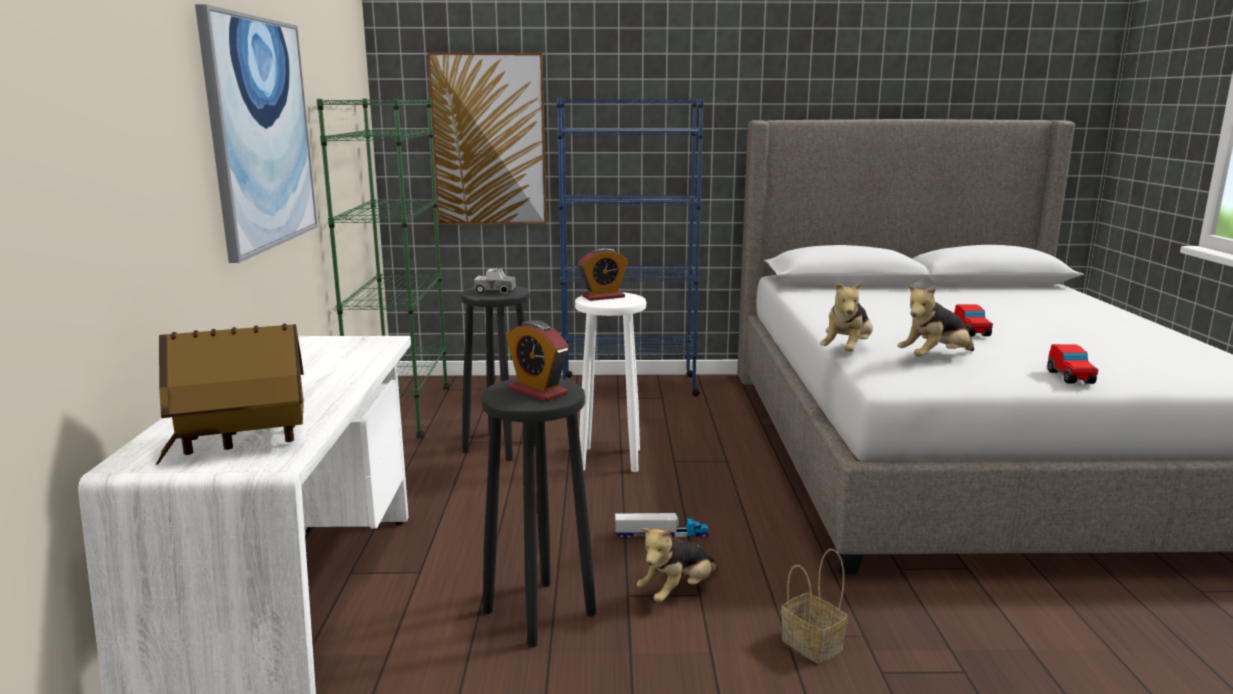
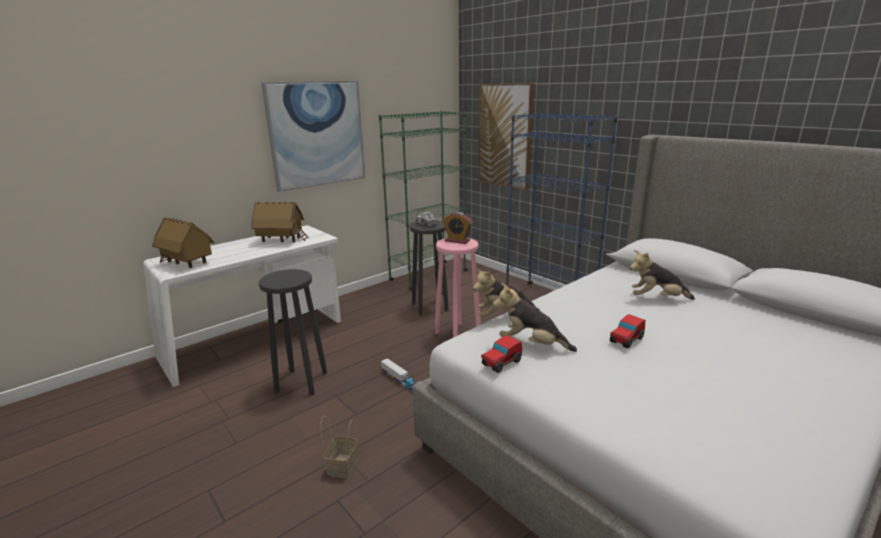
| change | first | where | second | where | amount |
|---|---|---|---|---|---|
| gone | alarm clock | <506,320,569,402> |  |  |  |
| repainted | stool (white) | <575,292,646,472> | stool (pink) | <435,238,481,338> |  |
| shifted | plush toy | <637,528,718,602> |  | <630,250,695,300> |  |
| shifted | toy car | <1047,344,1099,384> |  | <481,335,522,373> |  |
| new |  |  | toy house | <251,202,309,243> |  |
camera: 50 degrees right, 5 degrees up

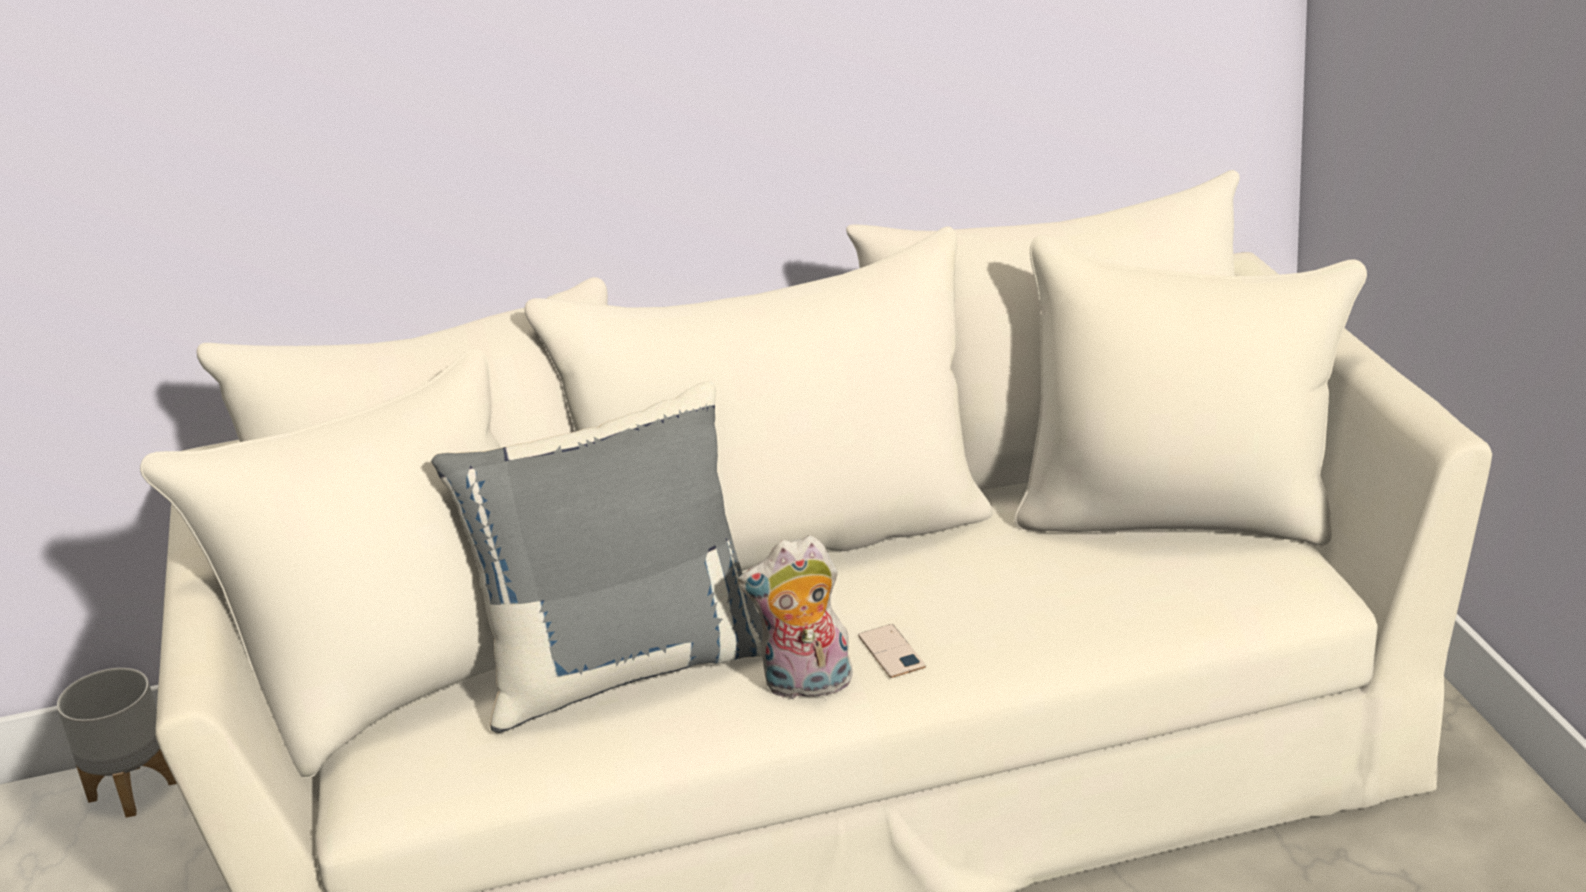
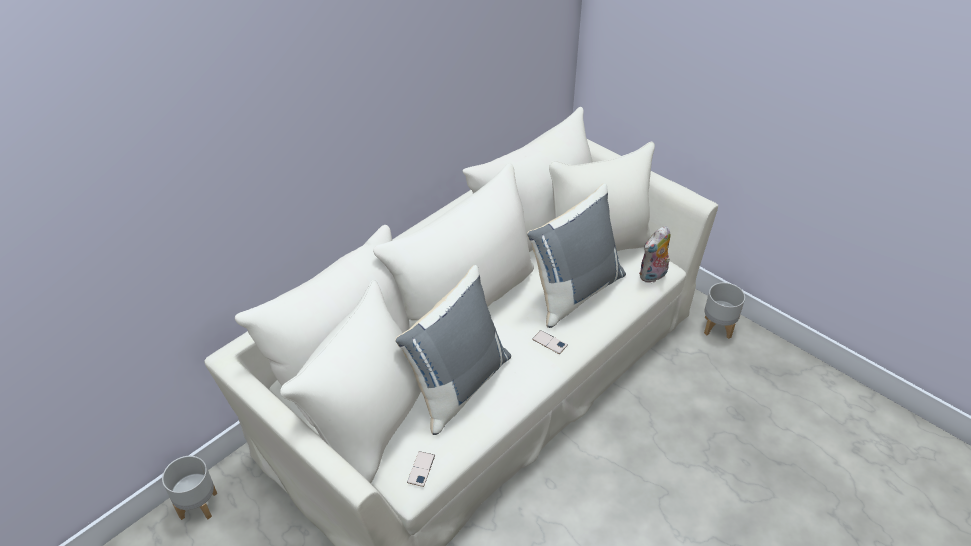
| change | first | where | second | where | amount |
|---|---|---|---|---|---|
| shifted | plush toy | <738,535,853,701> |  | <639,226,673,283> |  |
| new |  |  | phone | <407,451,435,487> |  |
| new |  |  | pillow (grey) | <527,183,626,328> |  |
| new |  |  | planter (grey) | <704,282,745,339> |  |
camera: 35 degrees left, 15 degrees up

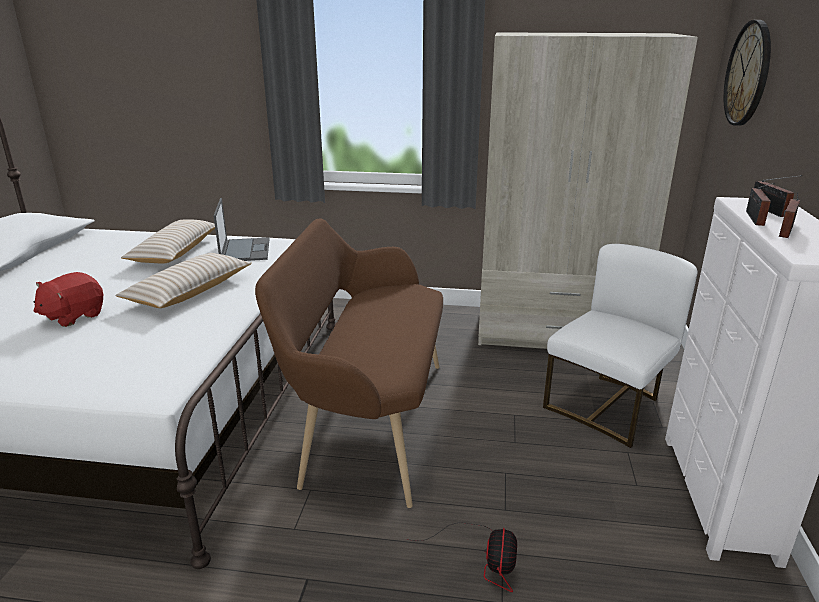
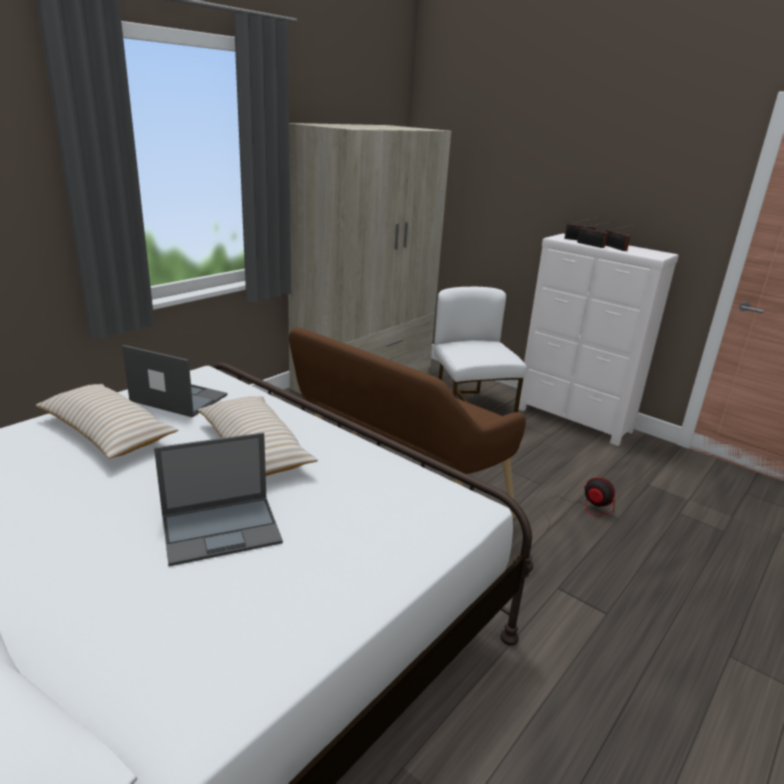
| change | first | where | second | where | amount |
|---|---|---|---|---|---|
| swapped | plush toy (red) | <34,272,103,327> | laptop | <154,432,283,566> |  |
| gone | wall clock | <724,20,771,126> |  |  |  |
camera: 60 degrees left, 0 degrees up

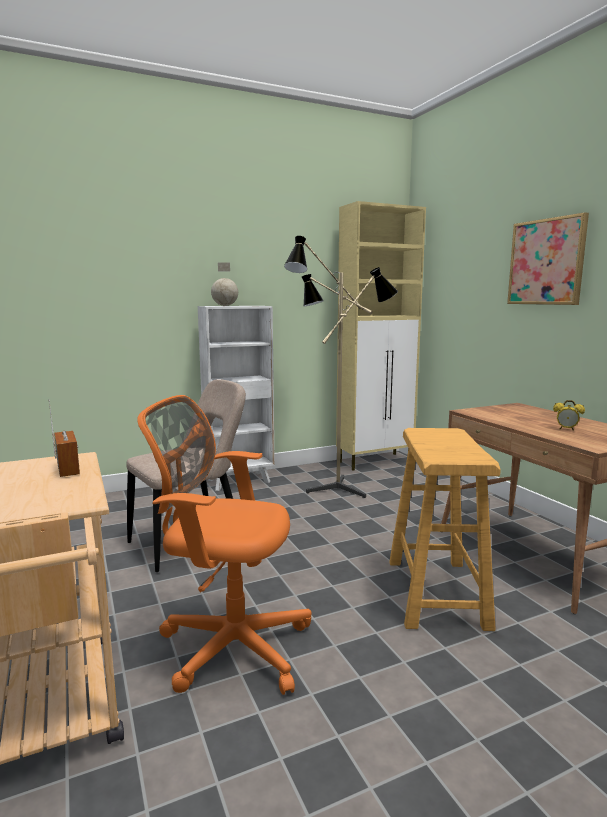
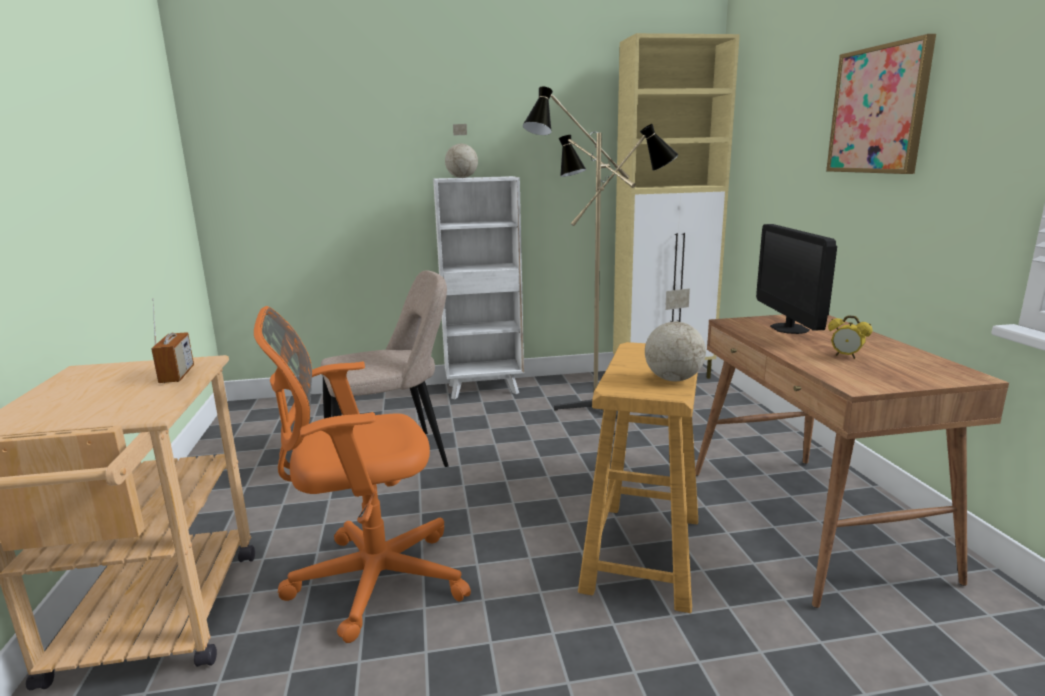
| change | first | where | second | where | amount |
|---|---|---|---|---|---|
| rotated | office chair (orange) | <137,395,311,695> |  | <254,306,471,643> | 45 degrees counterclockwise |
| new |  |  | globe | <645,288,706,381> |  |
| new |  |  | monitor | <756,224,837,334> |  |
camera: 15 degrees right, 5 degrees up

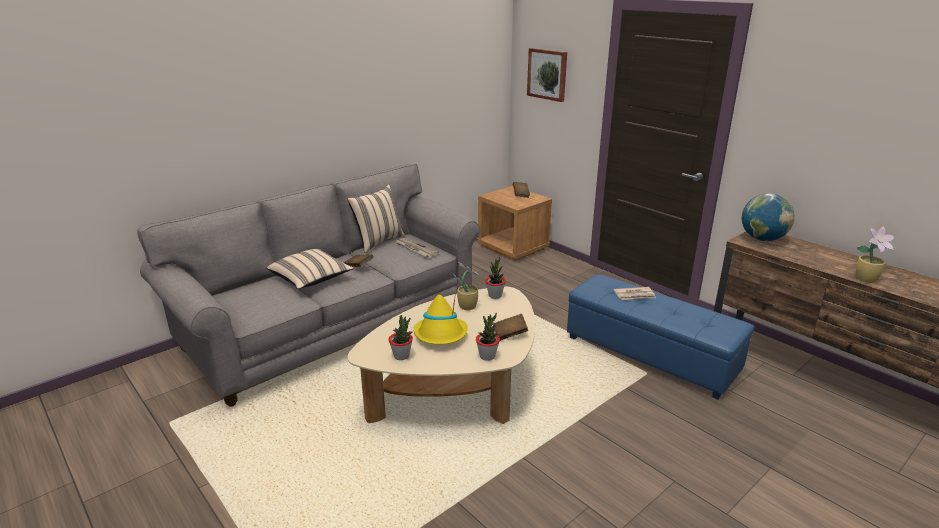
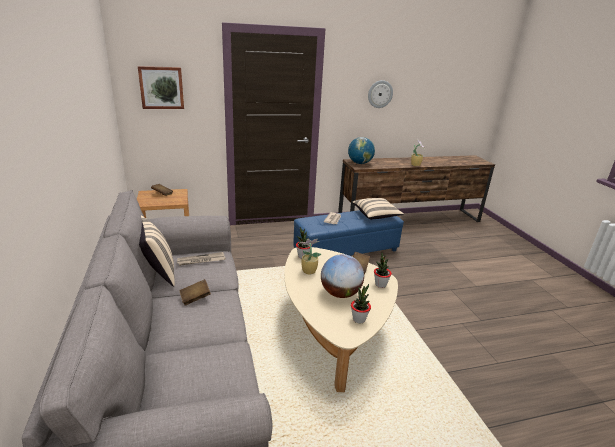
| change | first | where | second | where | amount |
|---|---|---|---|---|---|
| shifted | pillow (beige) | <267,249,354,289> |  | <352,198,404,220> |  |
| swapped | hat (yellow) | <413,291,468,344> | globe | <321,254,364,298> |  |
| new |  |  | wall clock | <368,80,393,108> |  |
camera: 65 degrees left, 0 degrees up

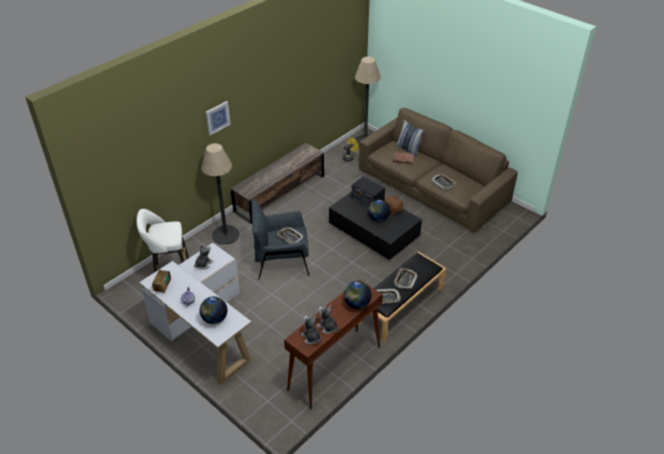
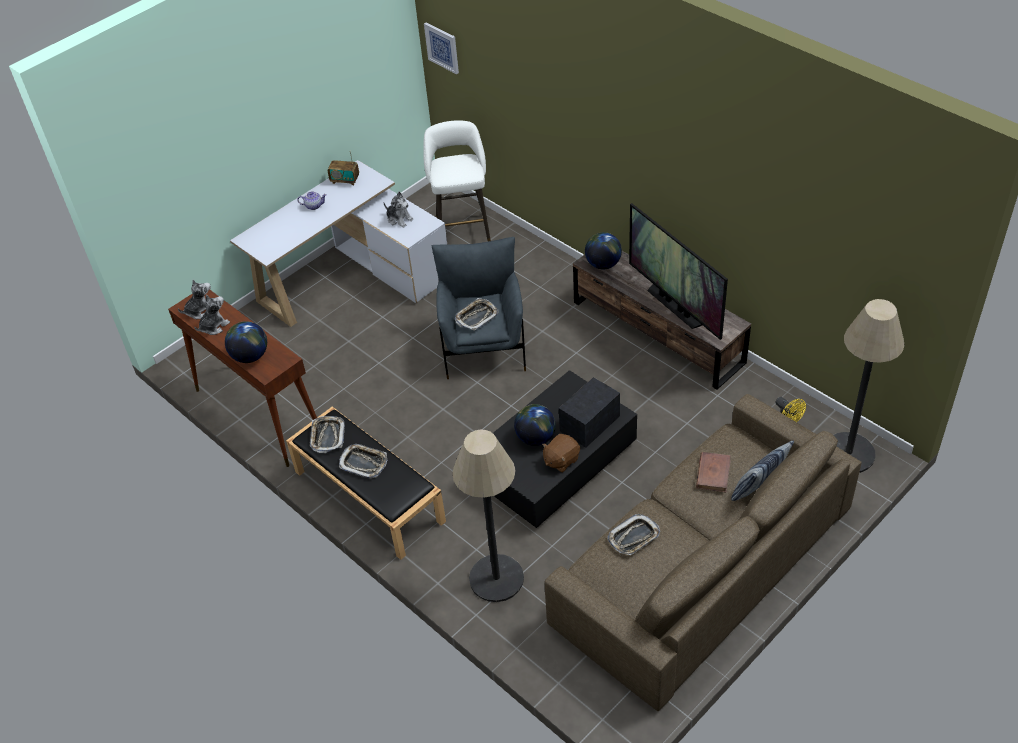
| change | first | where | second | where | amount |
|---|---|---|---|---|---|
| shifted | globe | <200,296,228,324> |  | <585,232,622,269> |  |
| shifted | floor lamp | <201,143,240,245> |  | <452,429,524,602> |  |
| shifted | picture | <206,101,231,135> |  | <424,22,459,74> |  |
| new |  |  | television | <629,203,728,340> |  |
camera: 95 degrees right, 5 degrees up

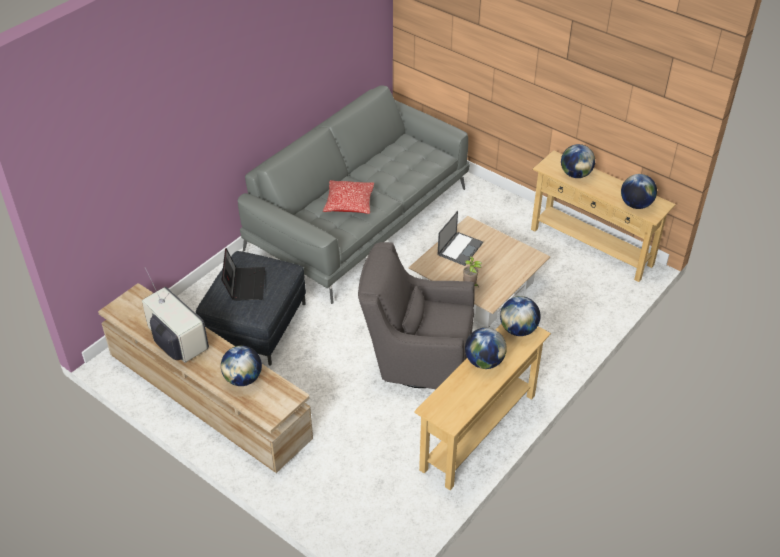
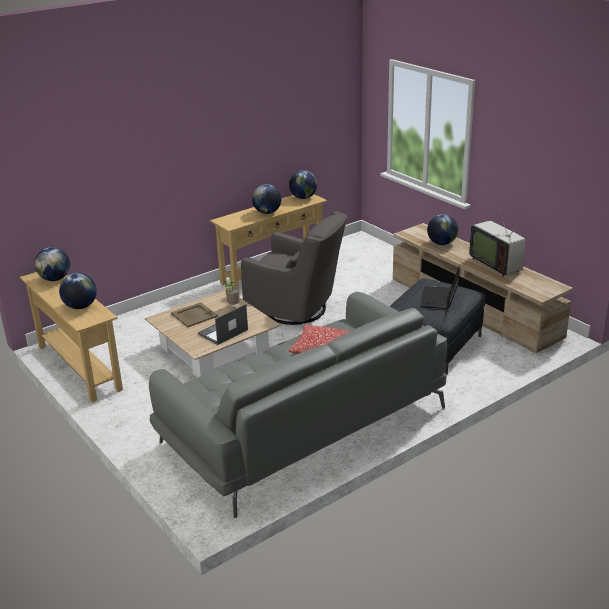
| change | first | where | second | where | amount |
|---|---|---|---|---|---|
| shifted | globe | <500,296,541,336> |  | <289,170,317,199> |  |
| new |  |  | tray (beige) | <171,302,218,327> |  |
camera: 165 degrees left, 15 degrees down

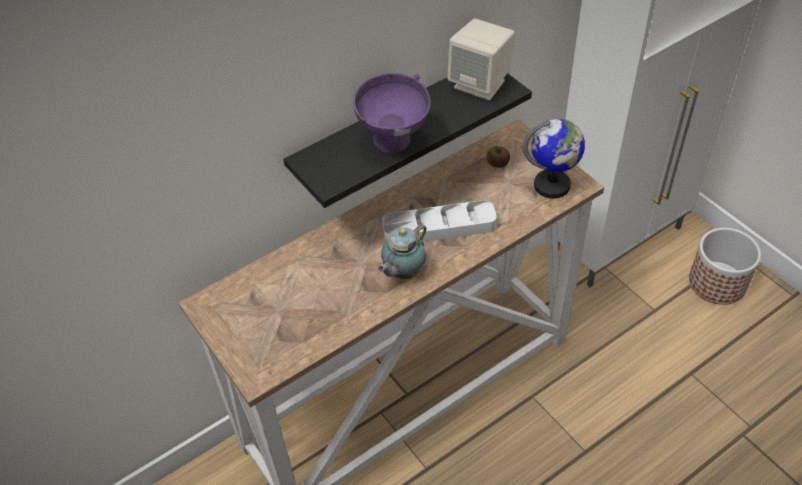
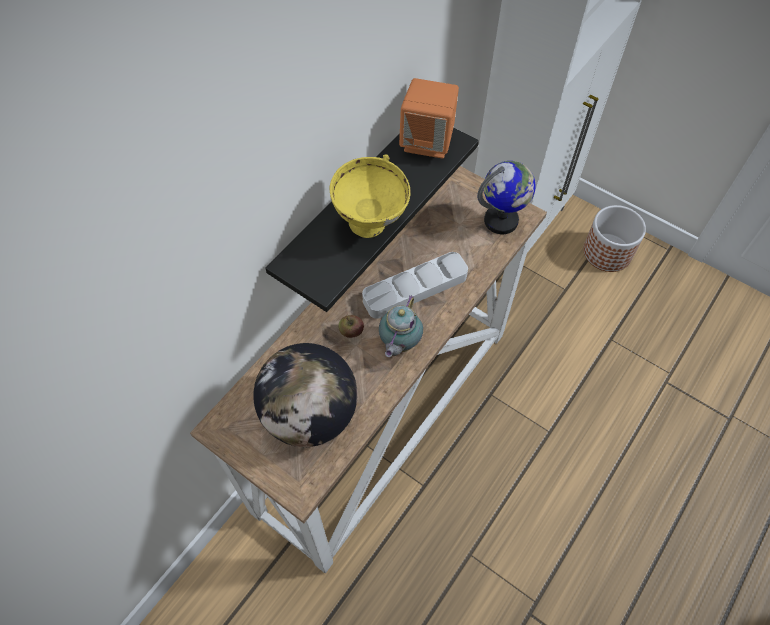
| change | first | where | second | where | amount |
|---|---|---|---|---|---|
| repainted | bowl (purple) | <353,73,431,153> | bowl (yellow) | <330,154,411,238> |  |
| repainted | speaker (beige) | <447,18,515,101> | speaker (orange) | <399,78,459,159> |  |
| shifted | apple | <486,146,510,168> |  | <338,315,364,338> |  |
| new |  |  | globe | <253,343,358,447> |  |
camera: 20 degrees left, 10 degrees up

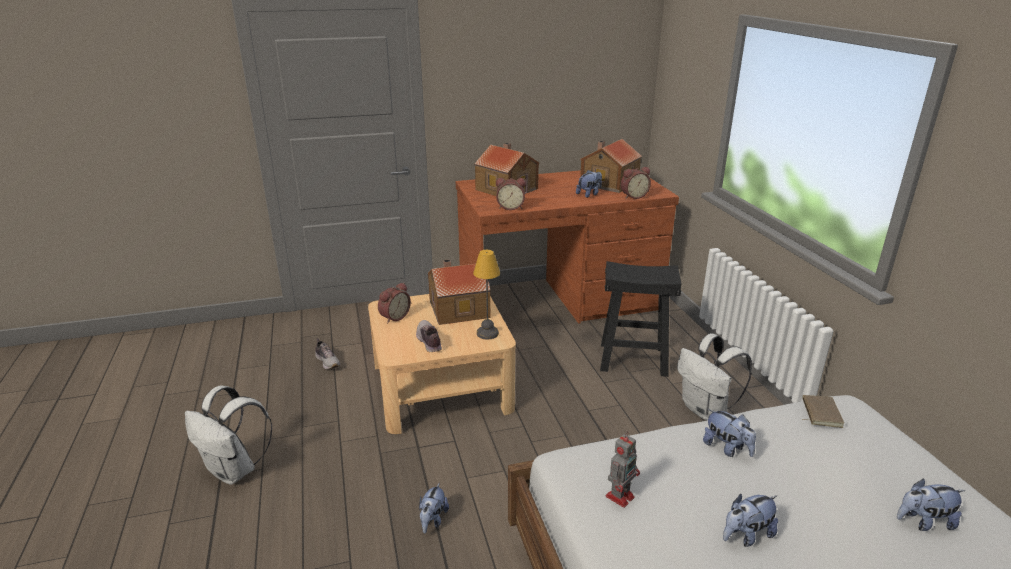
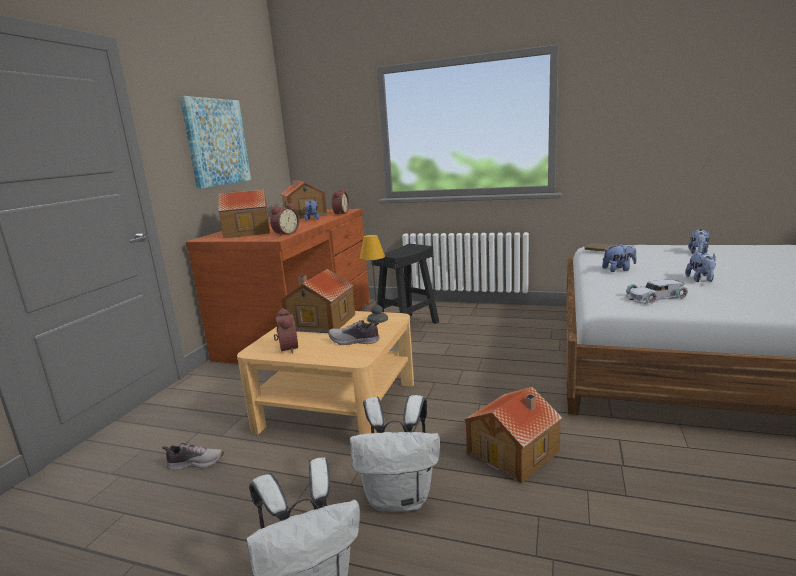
| change | first | where | second | where | amount |
|---|---|---|---|---|---|
| swapped | plush toy | <419,483,449,533> | toy house | <464,387,563,484> |  |
| swapped | toy robot | <606,432,640,508> | toy car (white) | <626,279,688,304> |  |
| shifted | backpack (white) | <677,333,752,420> |  | <350,395,440,512> |  |
| new |  |  | picture | <180,96,251,189> |  |
camera: 55 degrees left, 10 degrees down

